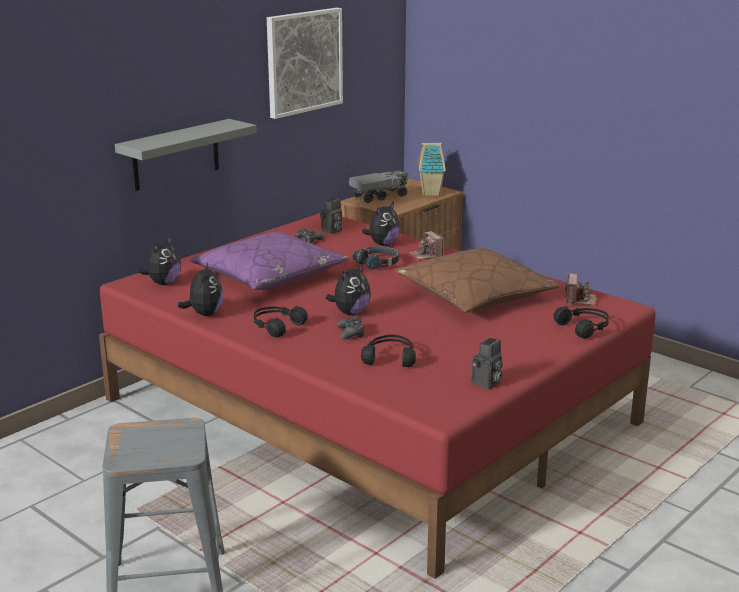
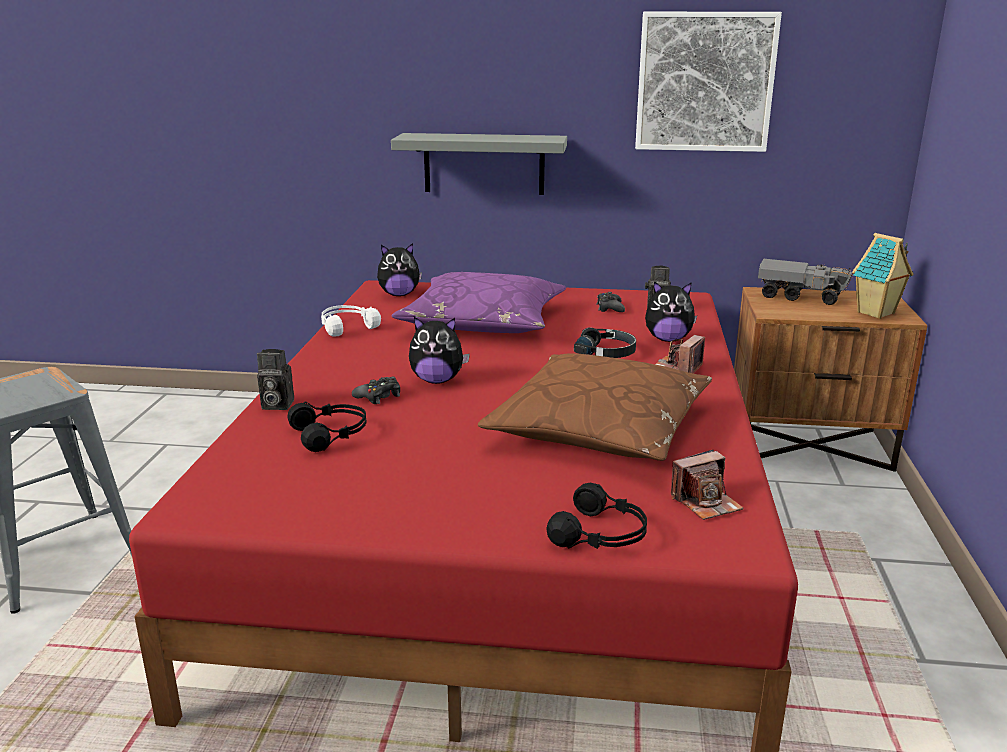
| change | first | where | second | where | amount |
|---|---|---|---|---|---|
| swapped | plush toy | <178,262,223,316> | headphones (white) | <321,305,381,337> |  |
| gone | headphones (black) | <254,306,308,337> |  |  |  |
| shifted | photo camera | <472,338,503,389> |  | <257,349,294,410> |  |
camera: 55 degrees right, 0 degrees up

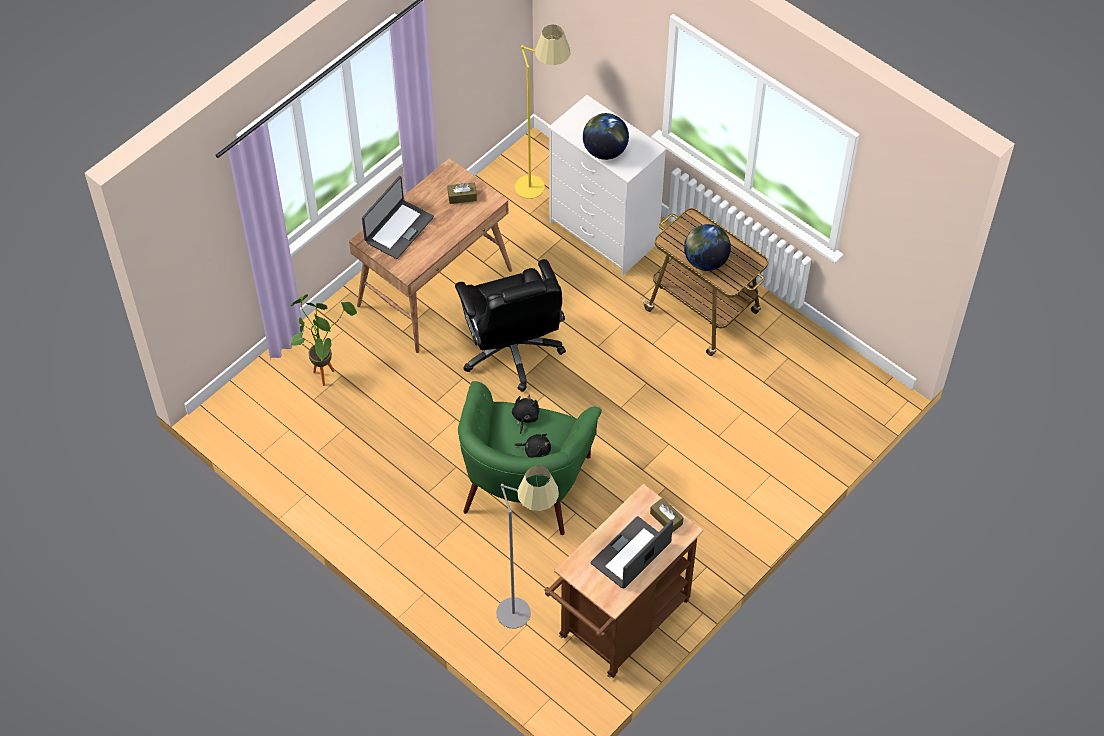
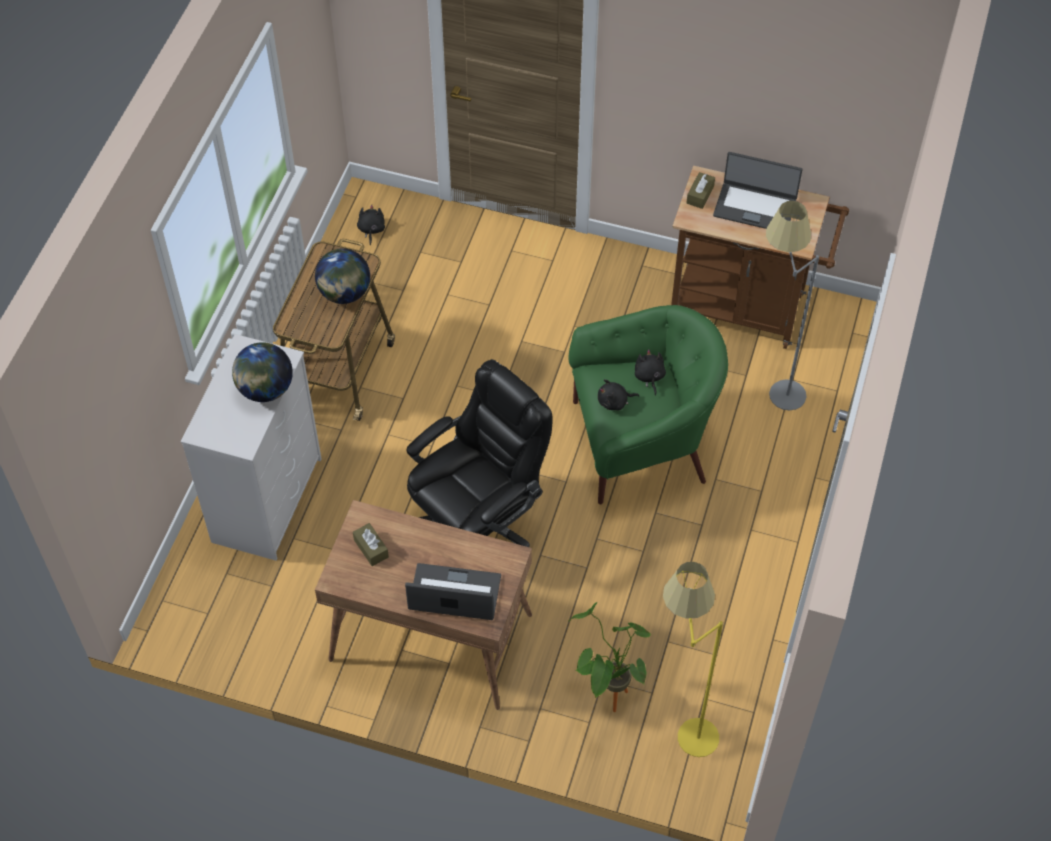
| change | first | where | second | where | amount |
|---|---|---|---|---|---|
| shifted | floor lamp (yellow) | <515,24,571,199> |  | <663,562,723,757> |  |
| new |  |  | plush toy (black) | <357,204,385,246> |  |
camera: 115 degrees left, 0 degrees up

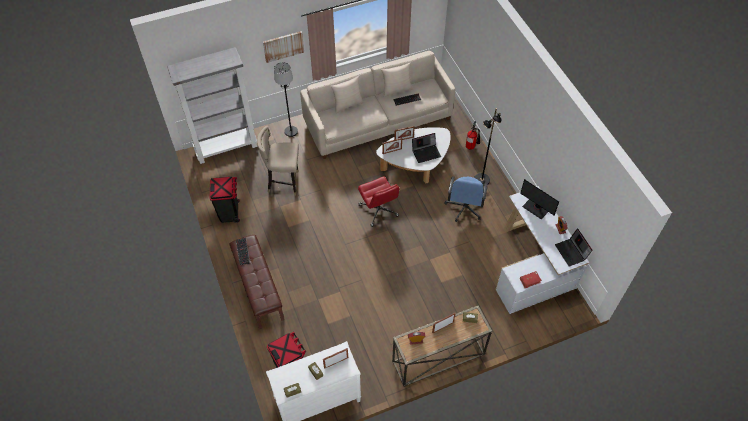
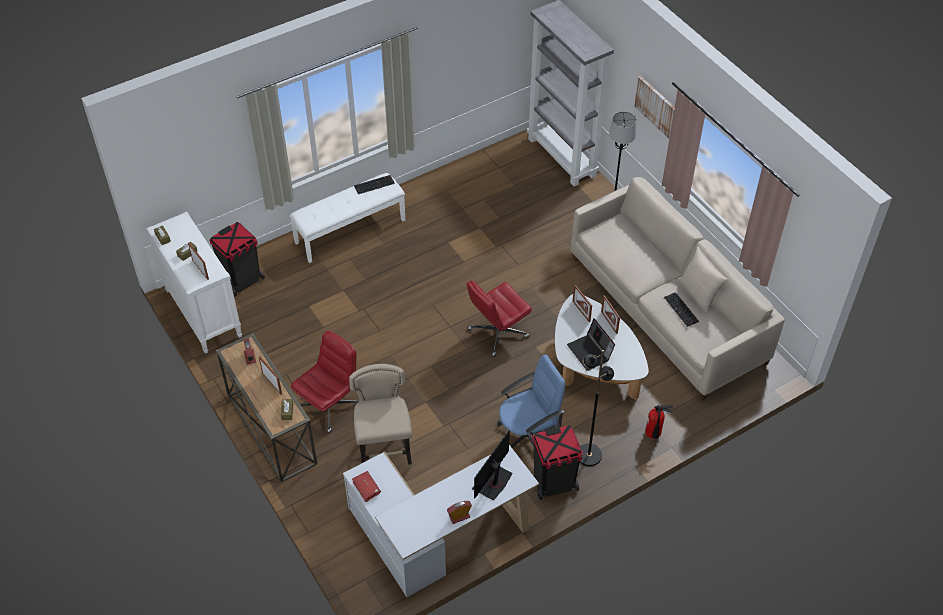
| change | first | where | second | where | amount |
|---|---|---|---|---|---|
| shifted | trash can (black) | <210,177,240,223> |  | <532,425,583,500> |  |
| repainted | bench (brown) | <229,235,284,329> | bench (white) | <289,173,405,263> |  |
| shifted | stool (beige) | <257,126,299,196> |  | <349,364,412,468> |  |
| gone | pillow (beige) | <330,76,364,113> |  |  |  |
| rotated | office chair (blue) | <444,176,488,222> |  | <497,355,565,448> | 150 degrees clockwise |
| gone | laptop | <555,228,593,266> |  |  |  |
| new |  |  | office chair (red) | <291,331,359,433> |  |
camera: 80 degrees right, 5 degrees down

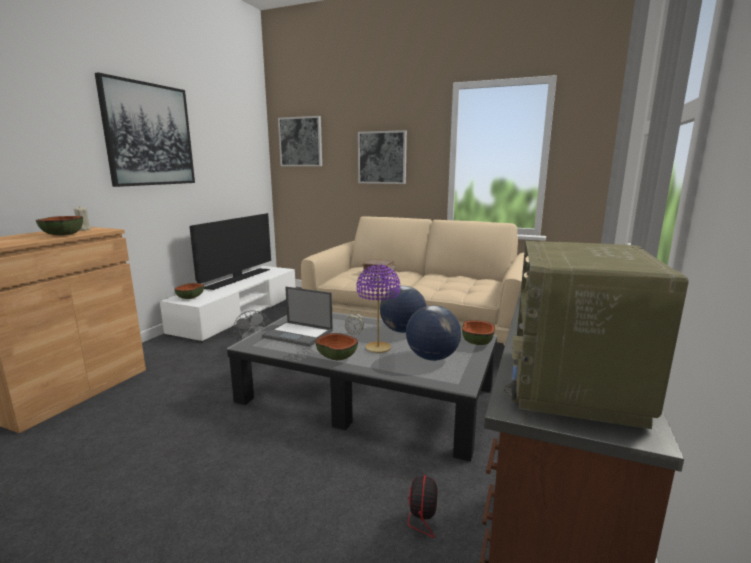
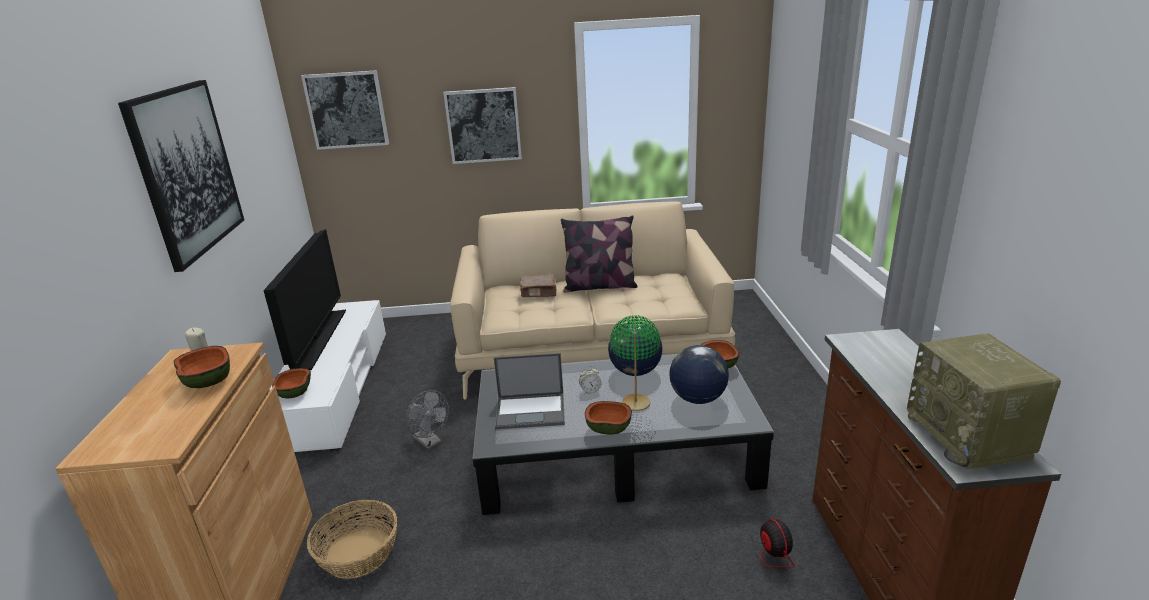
| change | first | where | second | where | amount |
|---|---|---|---|---|---|
| repainted | table lamp (purple) | <356,264,401,353> | table lamp (green) | <610,315,660,411> |  |
| new |  |  | basket | <307,500,397,579> |  |
| new |  |  | pillow | <561,215,638,292> |  |
camera: 25 degrees left, 10 degrees up

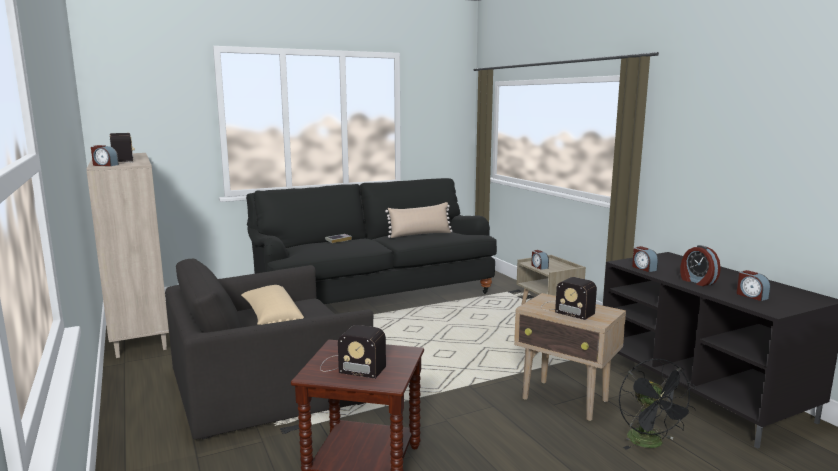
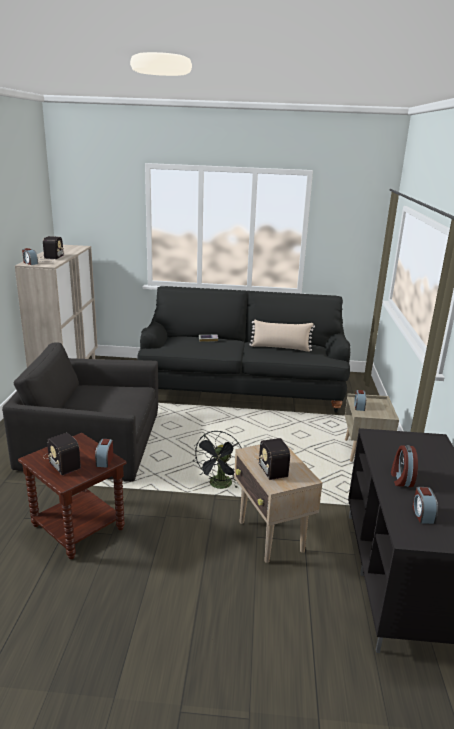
| change | first | where | second | where | amount |
|---|---|---|---|---|---|
| gone | pillow (beige) | <241,285,304,325> |  |  |  |
| shifted | fan (black) | <619,358,697,450> |  | <194,431,242,489> |  |
| shifted | alarm clock | <632,246,658,272> |  | <95,439,114,468> |  |
camera: 30 degrees right, 10 degrees up

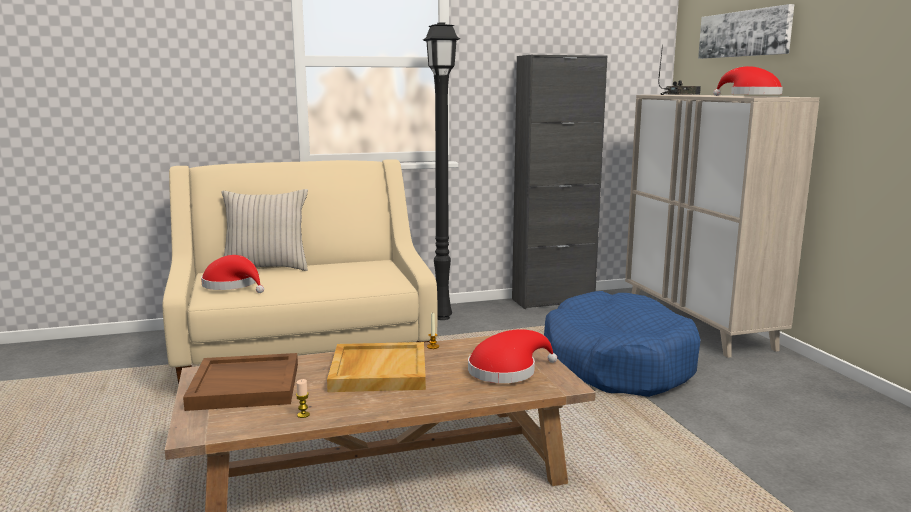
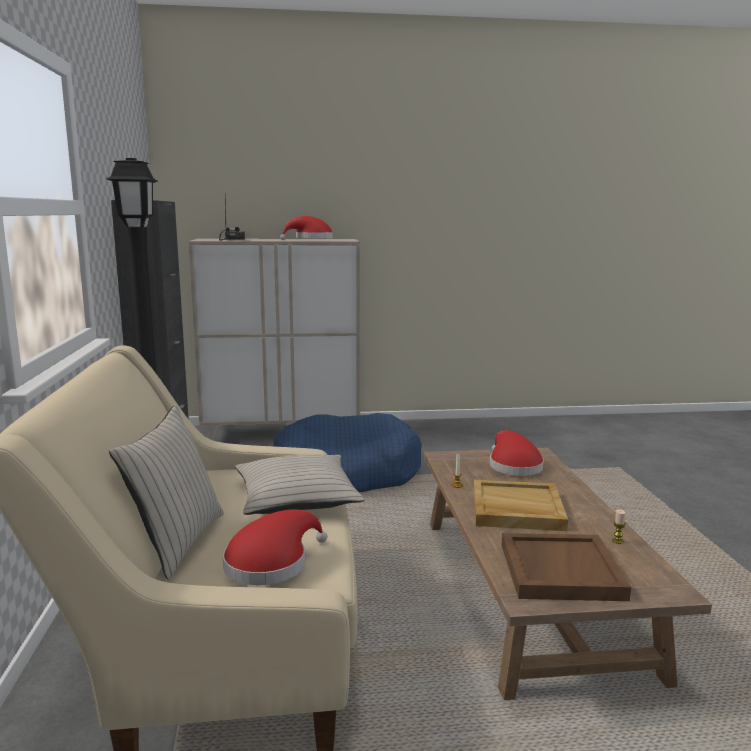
| change | first | where | second | where | amount |
|---|---|---|---|---|---|
| gone | picture | <698,4,794,59> |  |  |  |
| new |  |  | pillow (beige) | <235,454,365,515> |  |
camera: 80 degrees left, 0 degrees up

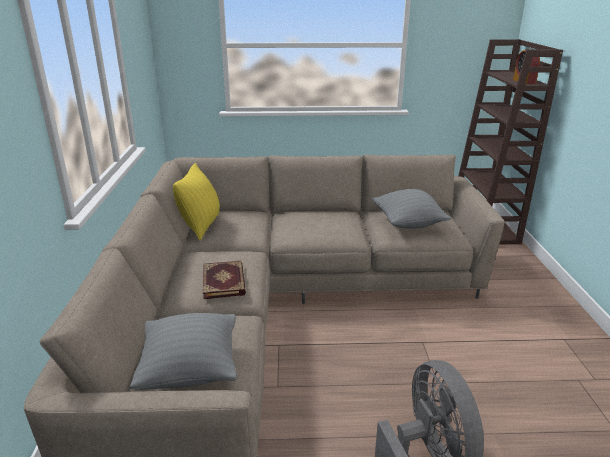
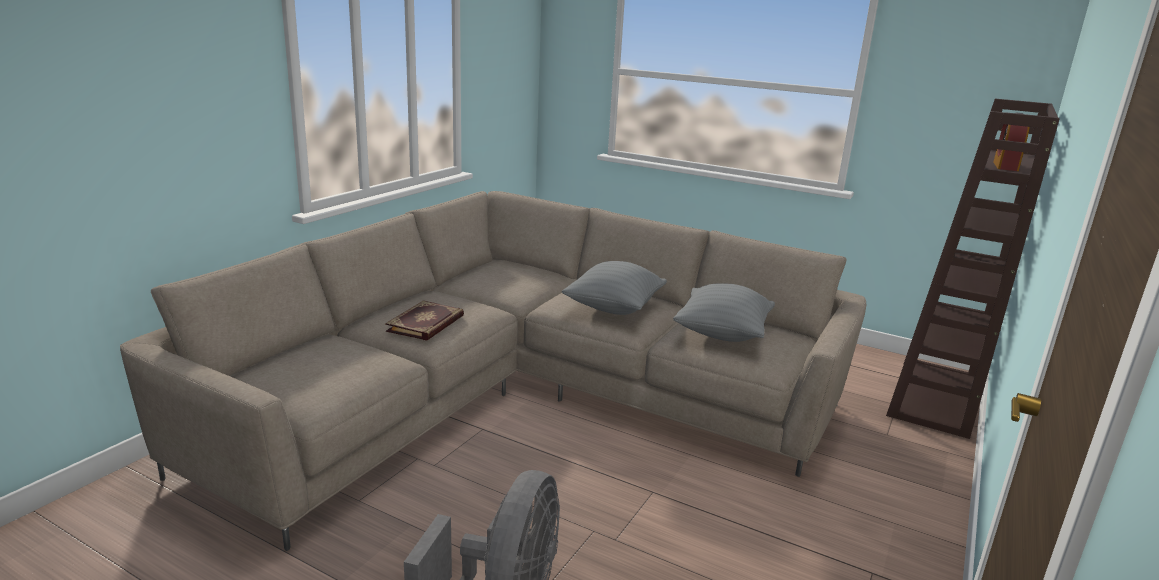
| change | first | where | second | where | amount |
|---|---|---|---|---|---|
| shifted | pillow (grey) | <130,313,237,390> |  | <562,261,667,315> |  |
| gone | pillow (yellow) | <173,163,220,241> |  |  |  |
camera: 30 degrees right, 5 degrees down

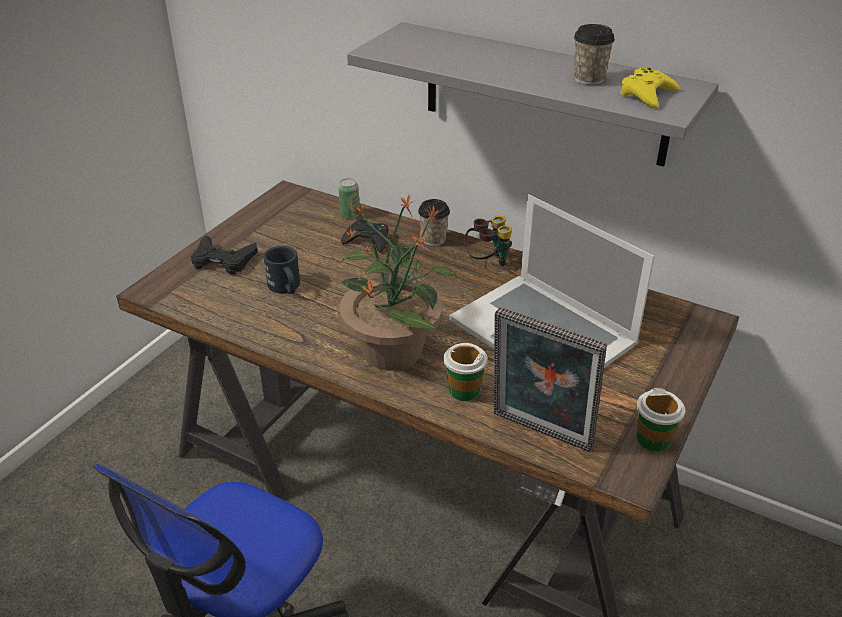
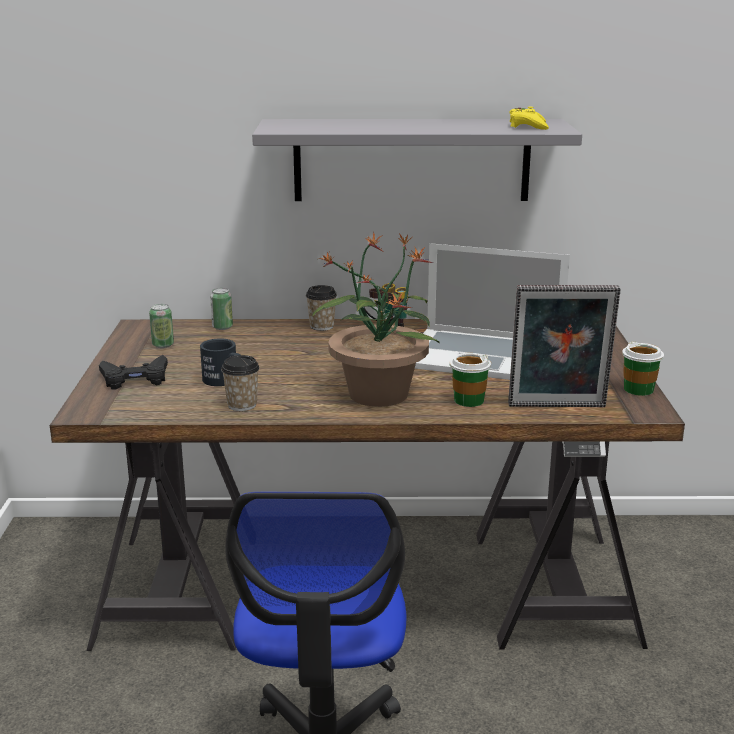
| change | first | where | second | where | amount |
|---|---|---|---|---|---|
| gone | game controller (black) | <341,218,389,253> |  |  |  |
| shifted | cup | <574,24,615,85> |  | <221,355,260,411> |  |
| new |  |  | can | <149,304,174,348> |  |
camera: 30 degrees left, 15 degrees down

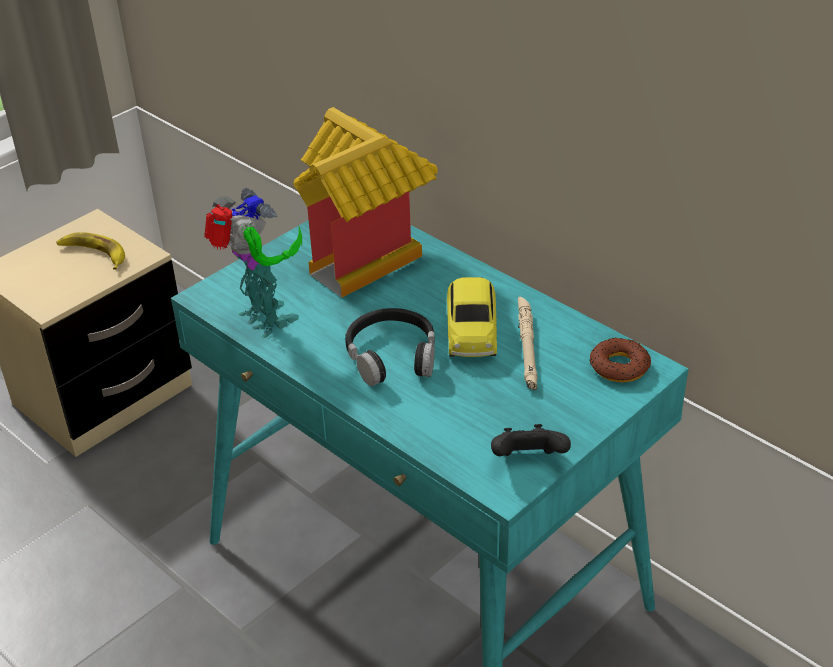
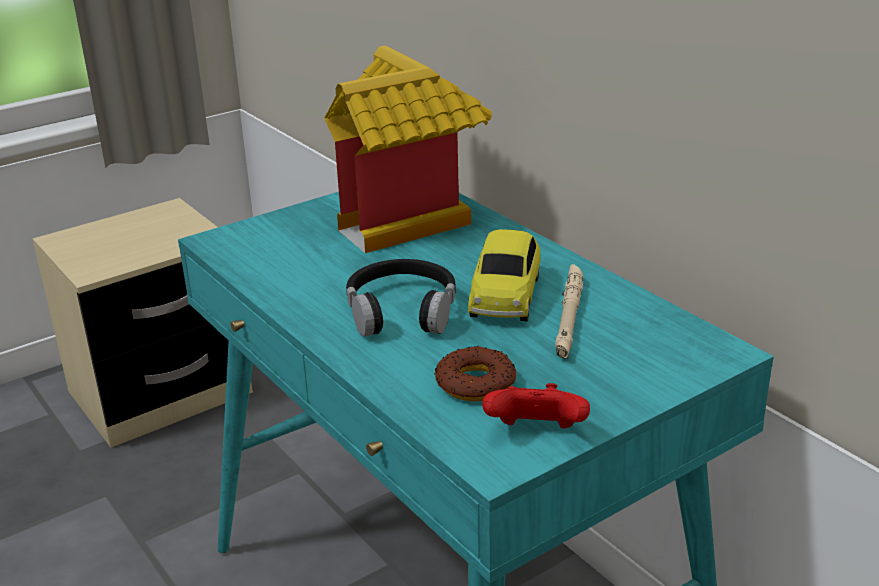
| change | first | where | second | where | amount |
|---|---|---|---|---|---|
| gone | banana | <56,233,125,270> |  |  |  |
| gone | toy robot | <204,188,302,338> |  |  |  |
| repainted | game controller (black) | <491,424,571,456> | game controller (red) | <482,383,590,429> |  |
| shifted | donut | <589,338,651,382> |  | <434,346,517,402> |  |
camera: 10 degrees right, 10 degrees down

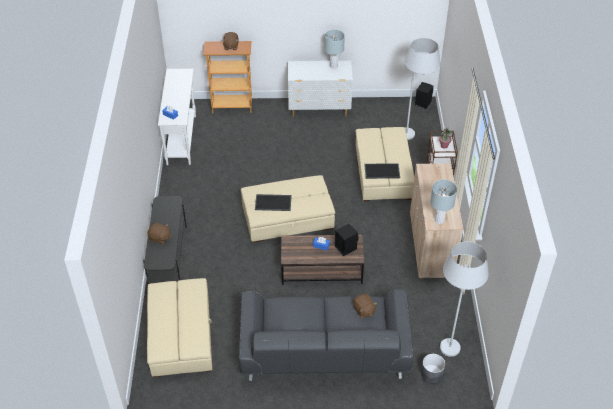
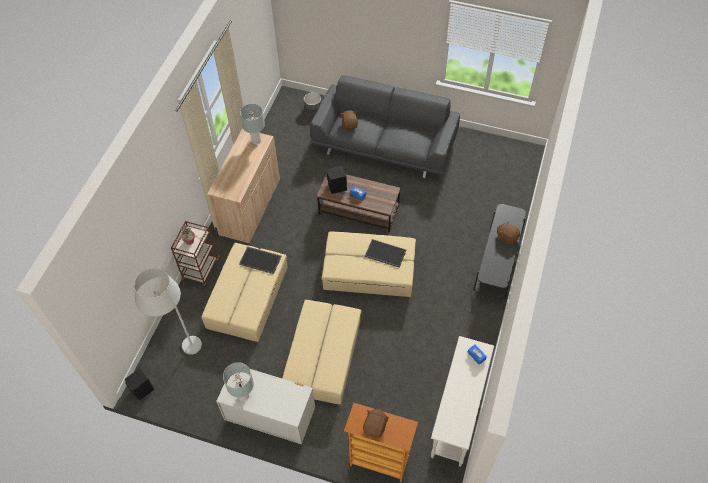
| change | first | where | second | where | amount |
|---|---|---|---|---|---|
| shifted | ottoman (beige) | <147,278,212,377> |  | <282,300,361,405> |  |
| gone | floor lamp (white) | <440,241,489,357> |  |  |  |
camera: 160 degrees left, 10 degrees up

